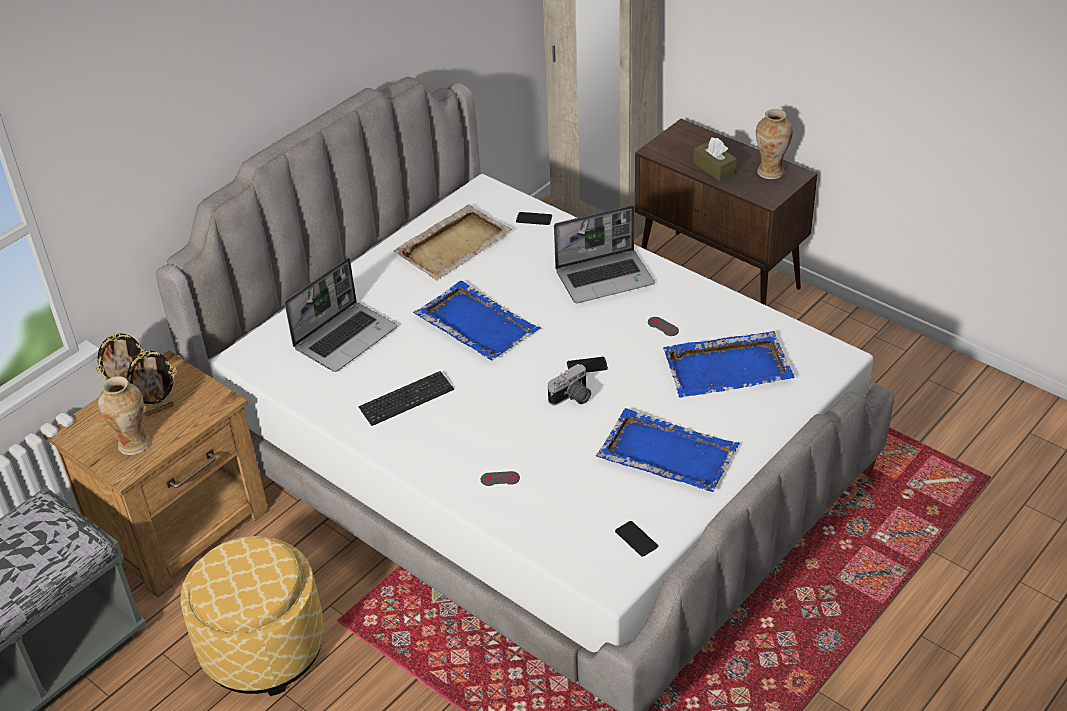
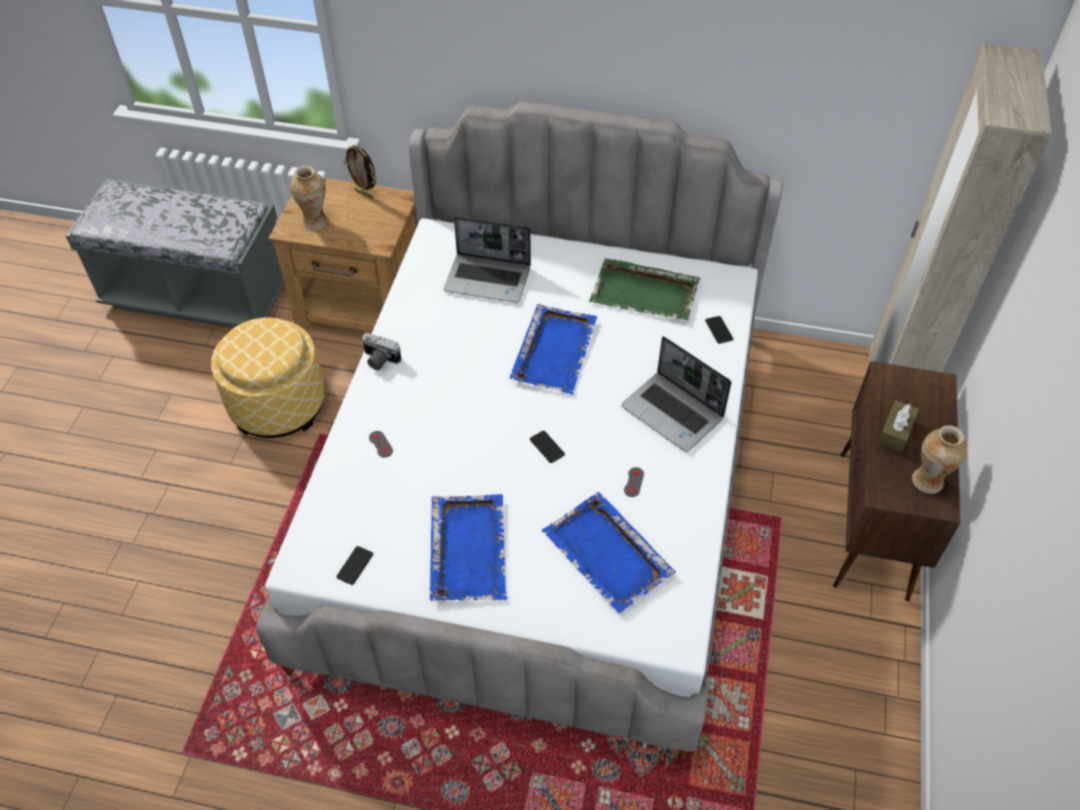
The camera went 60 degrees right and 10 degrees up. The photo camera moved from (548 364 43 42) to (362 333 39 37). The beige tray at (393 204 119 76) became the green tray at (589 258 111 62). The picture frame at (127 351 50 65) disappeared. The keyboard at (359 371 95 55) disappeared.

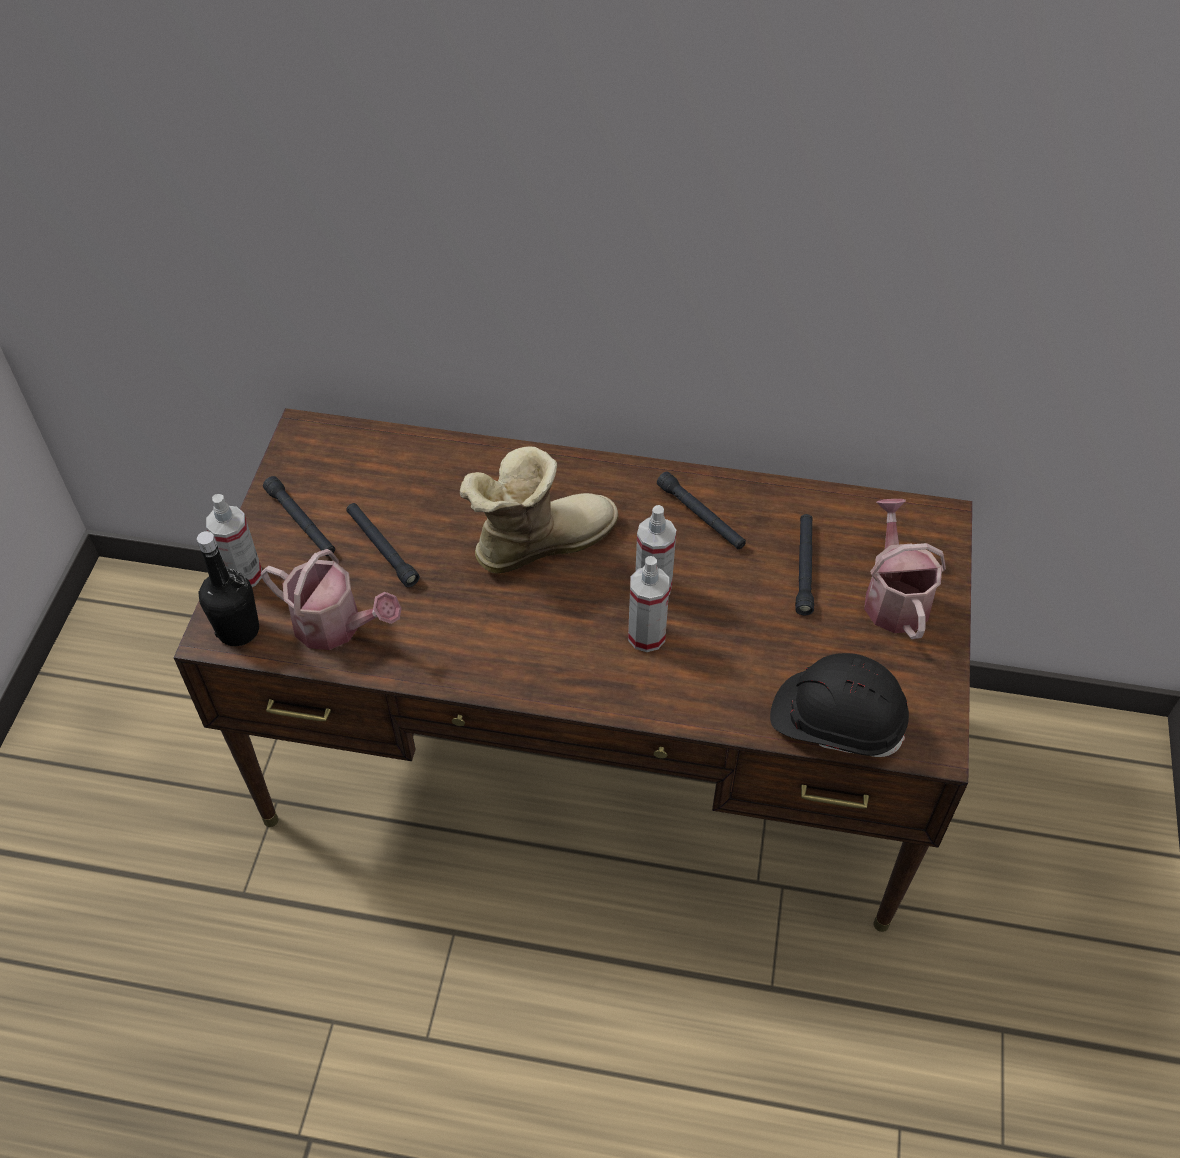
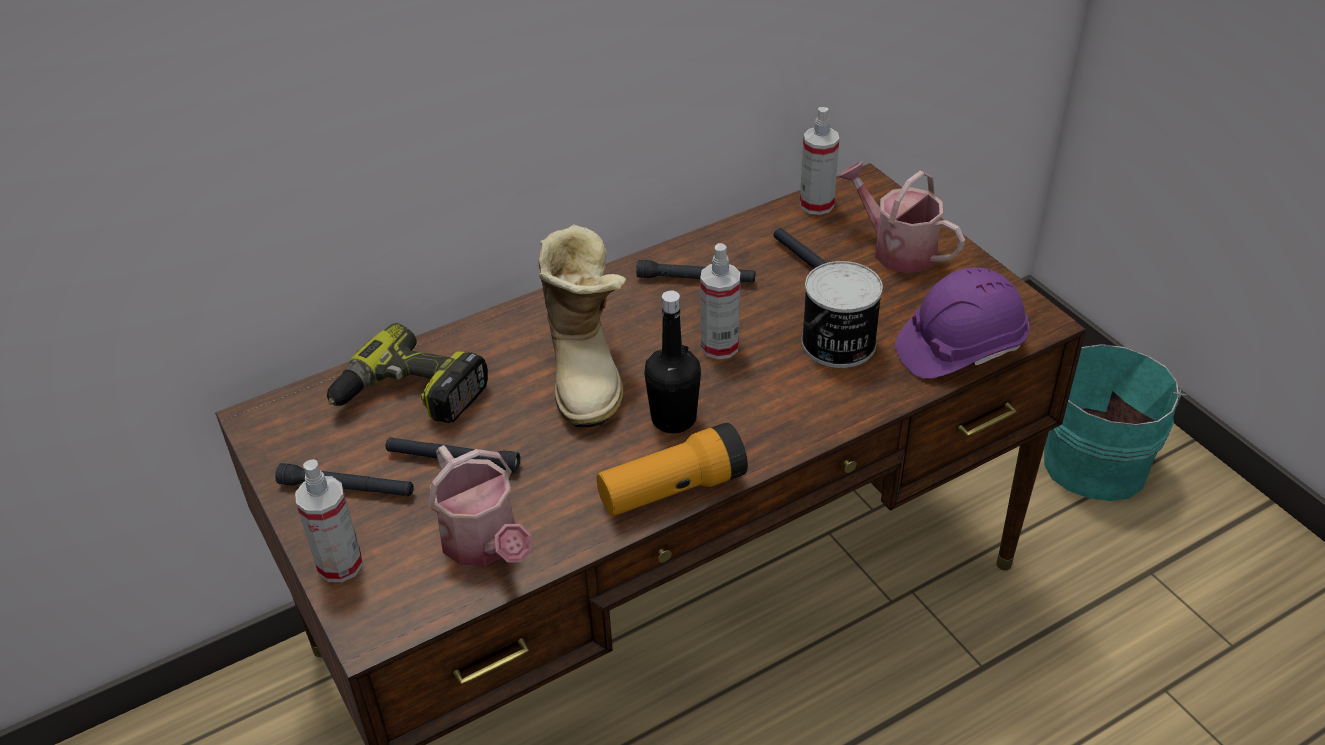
The camera went 40 degrees left and 10 degrees down. The power drill at (327 323 161 100) appeared. The watering can at (260 549 142 101) turned 75 degrees clockwise. The boot at (460 446 158 128) turned 150 degrees clockwise. The flashlight at (597 422 151 94) appeared. The black bottle moved from (197 531 62 115) to (644 290 57 143). The spray bottle moved from (628 556 41 96) to (800 107 39 108). The can at (801 261 82 107) appeared. The black hard hat at (770 653 139 104) became the purple hard hat at (895 267 135 112). The turquoise bucket at (1044 344 144 157) appeared.

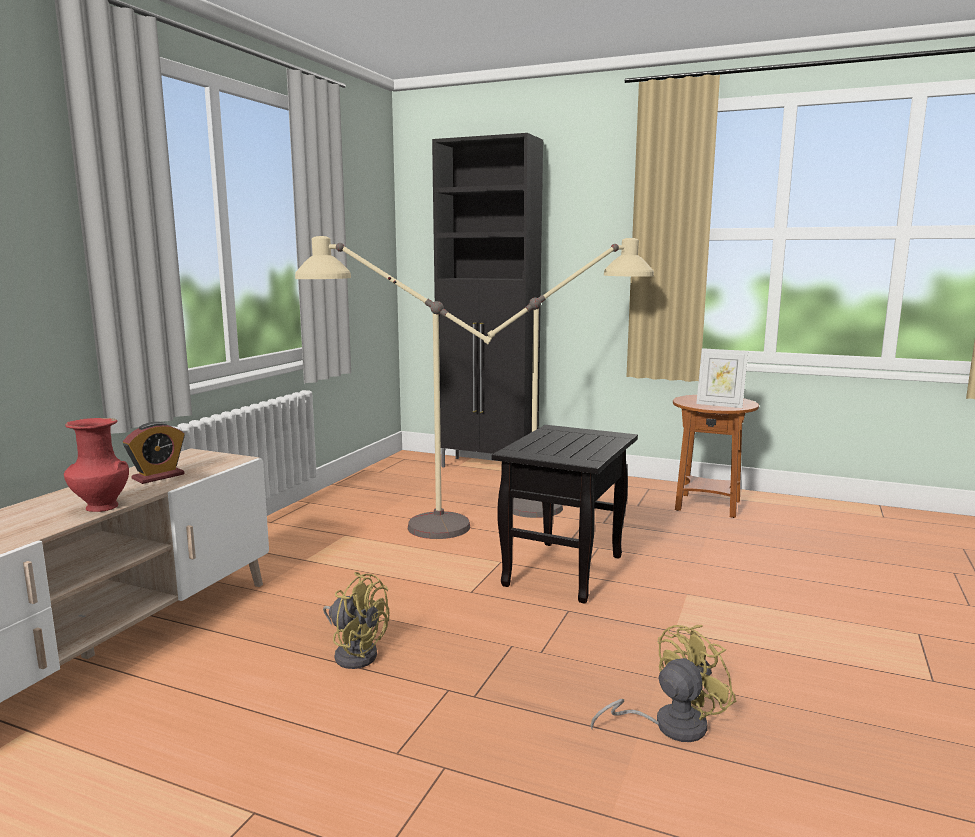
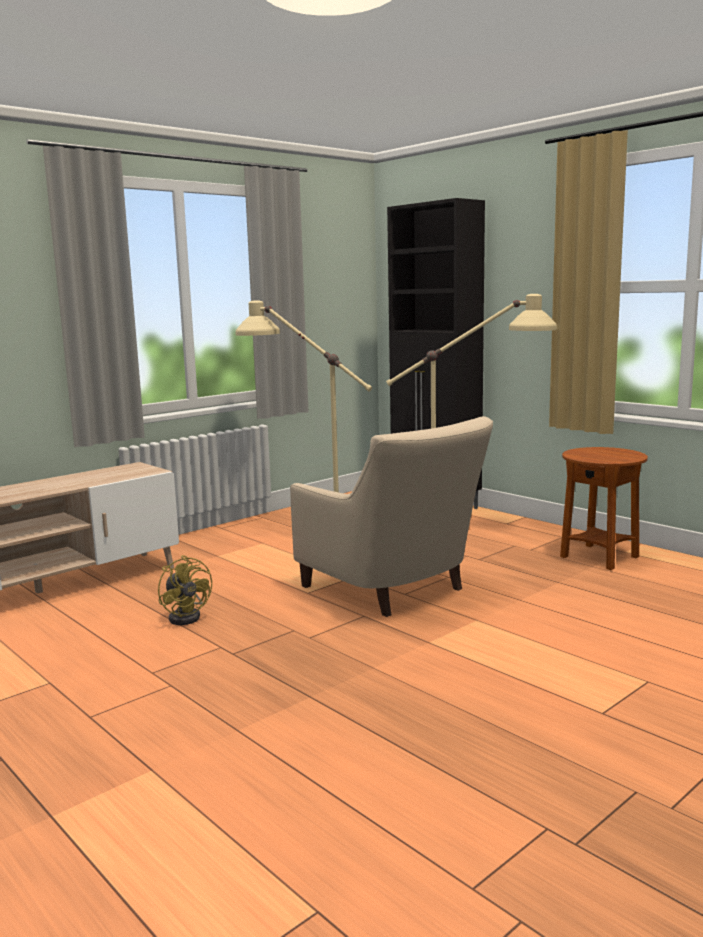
The camera went 25 degrees right and 0 degrees up. The black side table at (492 425 146 179) was replaced by the beige armchair at (290 416 203 201). The red vase at (64 418 65 94) disappeared. The alarm clock at (123 422 62 62) disappeared. The yellow fan at (590 625 146 117) disappeared. The picture frame at (696 348 52 60) disappeared.

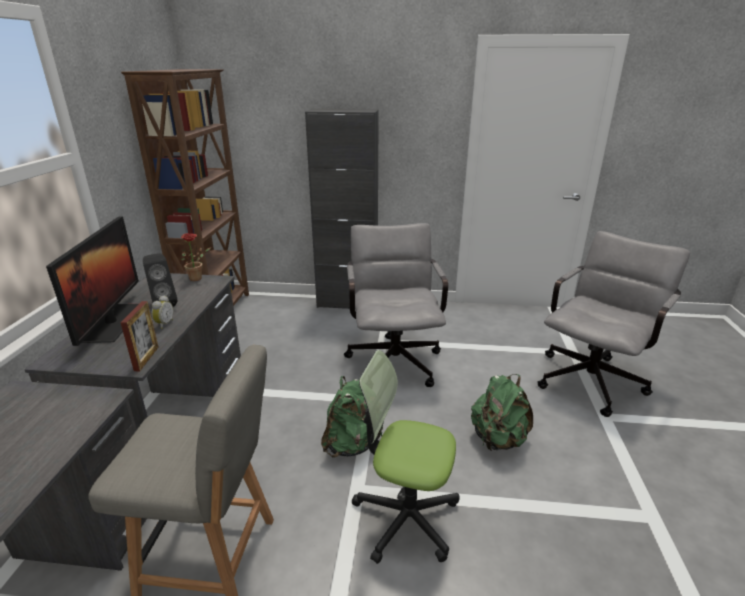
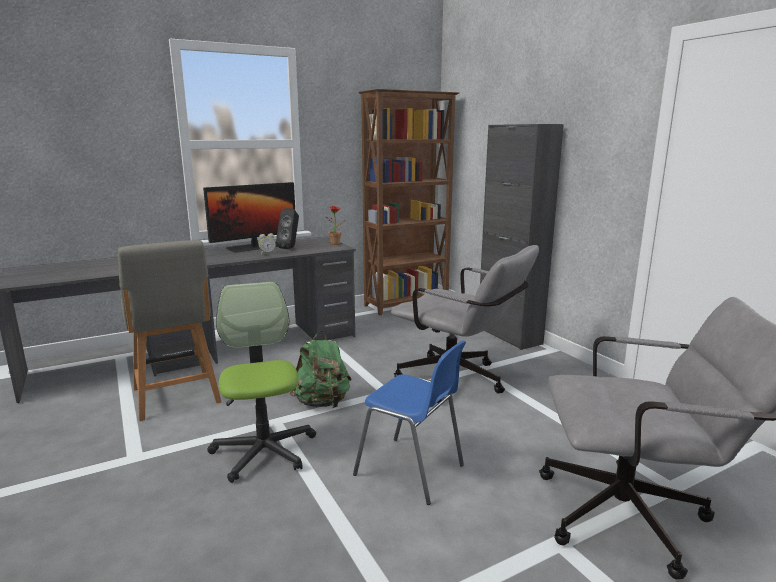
The camera went 55 degrees right and 10 degrees down. The green backpack at (471 374 62 77) was replaced by the blue chair at (353 340 113 165). The grey office chair at (344 223 104 164) turned 75 degrees clockwise. The picture frame at (120 301 39 70) disappeared.

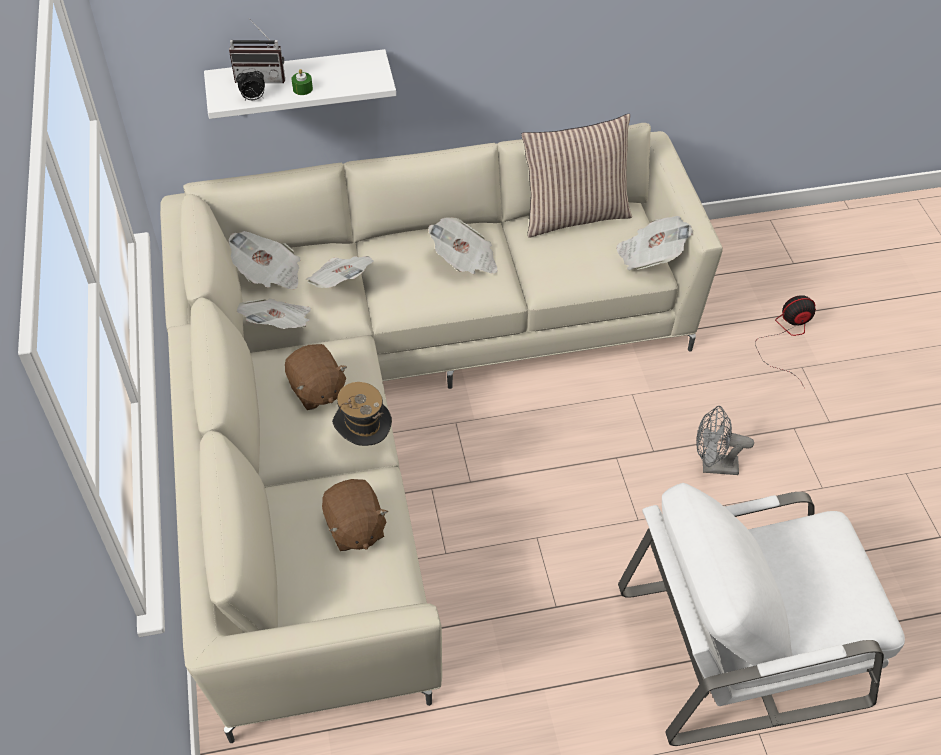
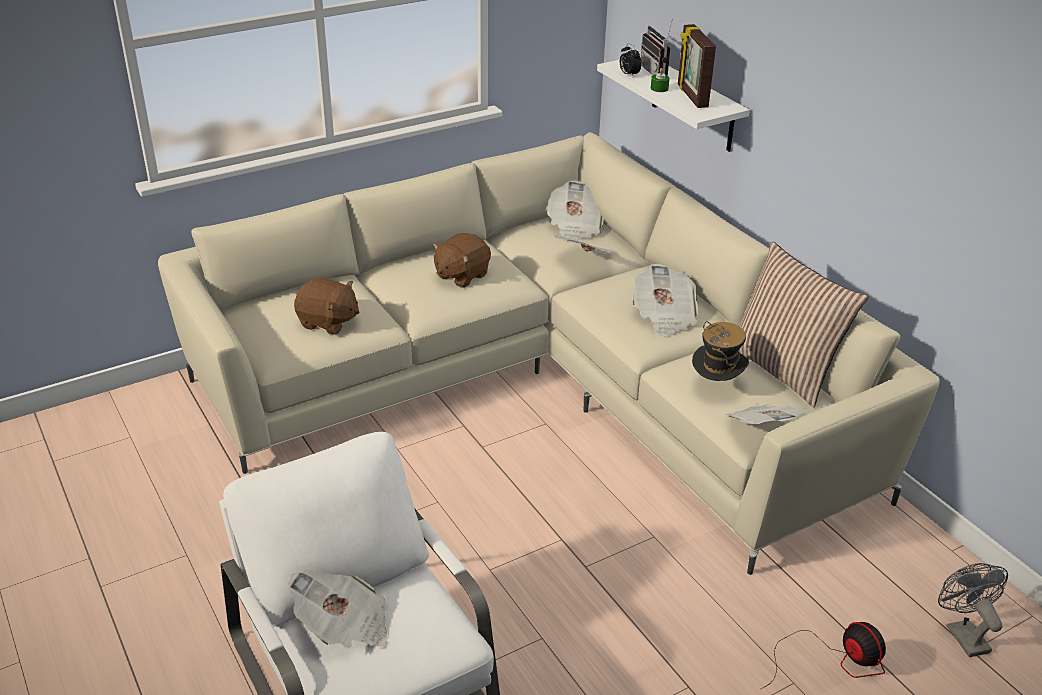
The camera went 70 degrees right and 15 degrees down. The newspaper moved from (236 298 75 31) to (289 570 99 78). The brown plush toy at (322 479 66 72) turned 120 degrees counterclockwise. The picture frame at (678 24 38 84) appeared. The hat moved from (332 382 60 64) to (692 321 57 60). The grey fan moved from (696 406 58 69) to (938 563 70 94).

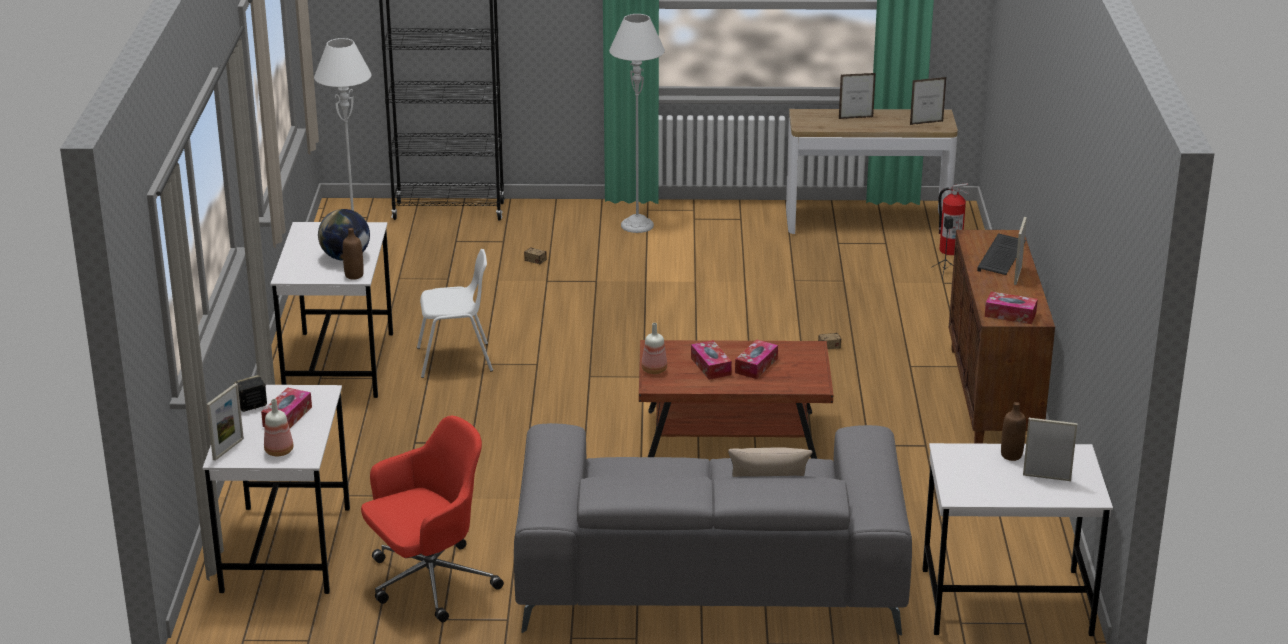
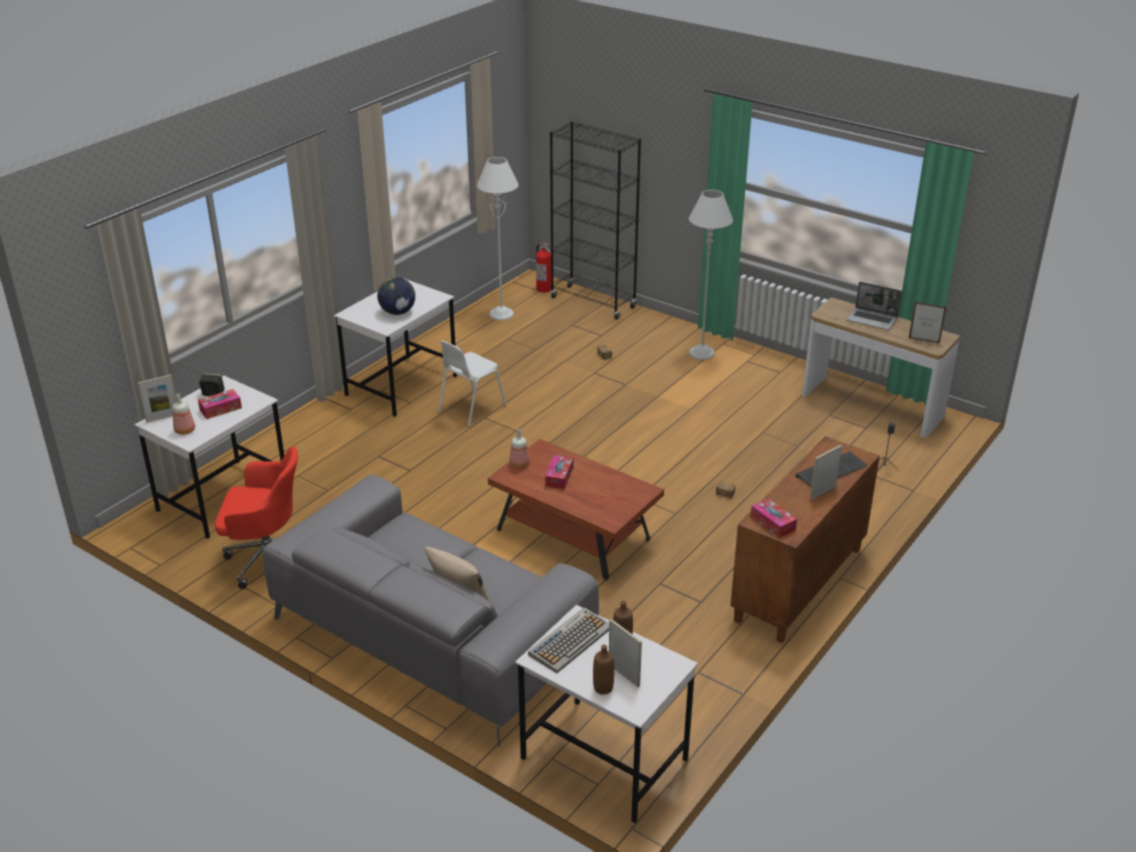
The camera went 35 degrees right and 5 degrees up. The white chair at (417 249 76 129) turned 105 degrees clockwise. The keyboard at (528 607 81 66) appeared. The fire extinguisher moved from (939 183 30 72) to (536 243 15 50). The brown bottle moved from (343 228 21 52) to (593 645 21 50). The picture frame at (839 73 37 46) was replaced by the laptop at (847 282 55 48). The tissue box at (735 339 43 40) disappeared.

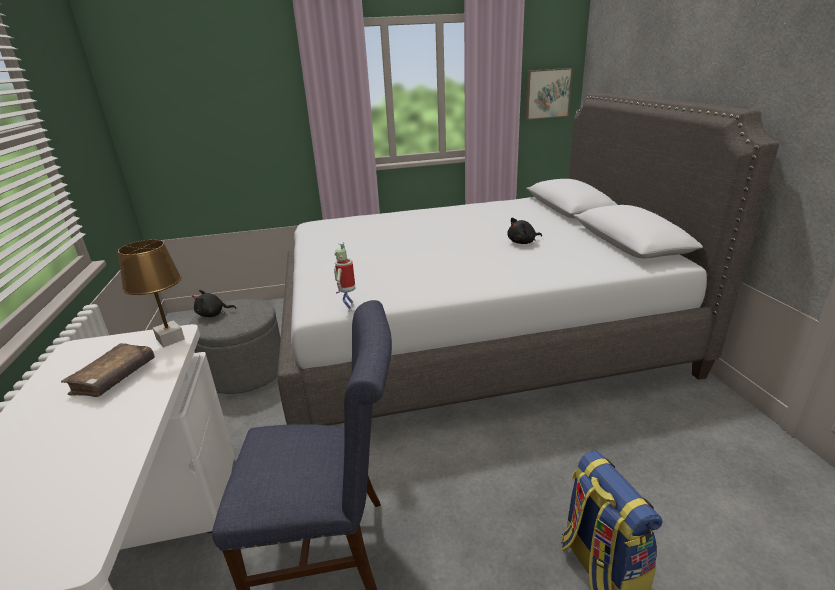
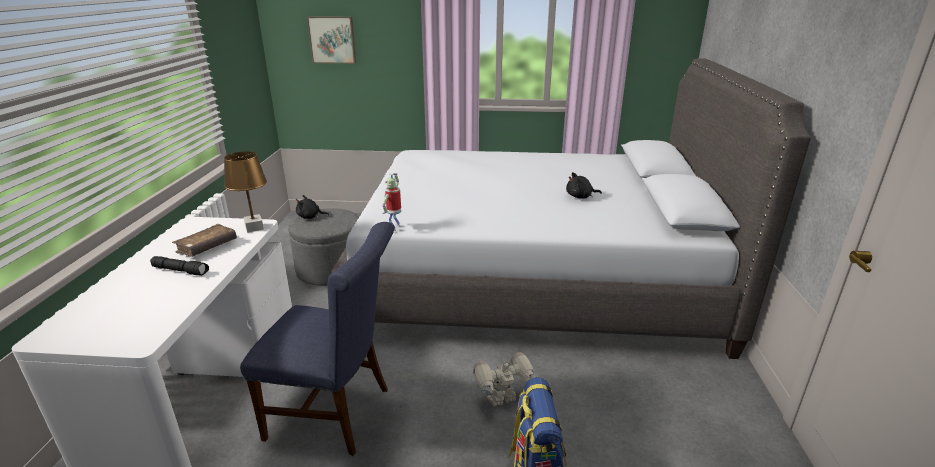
The camera went 15 degrees right and 0 degrees up. The black flashlight at (150 256 59 20) appeared. The picture moved from (525 68 48 52) to (307 16 49 48). The toy robot at (473 352 64 55) appeared.

